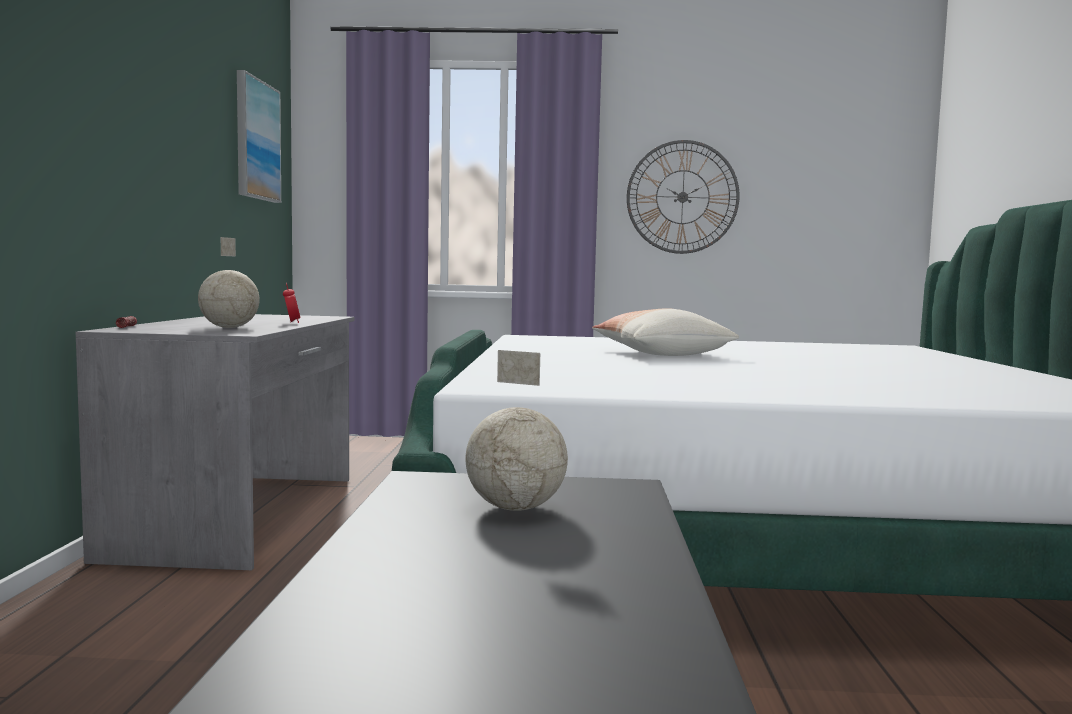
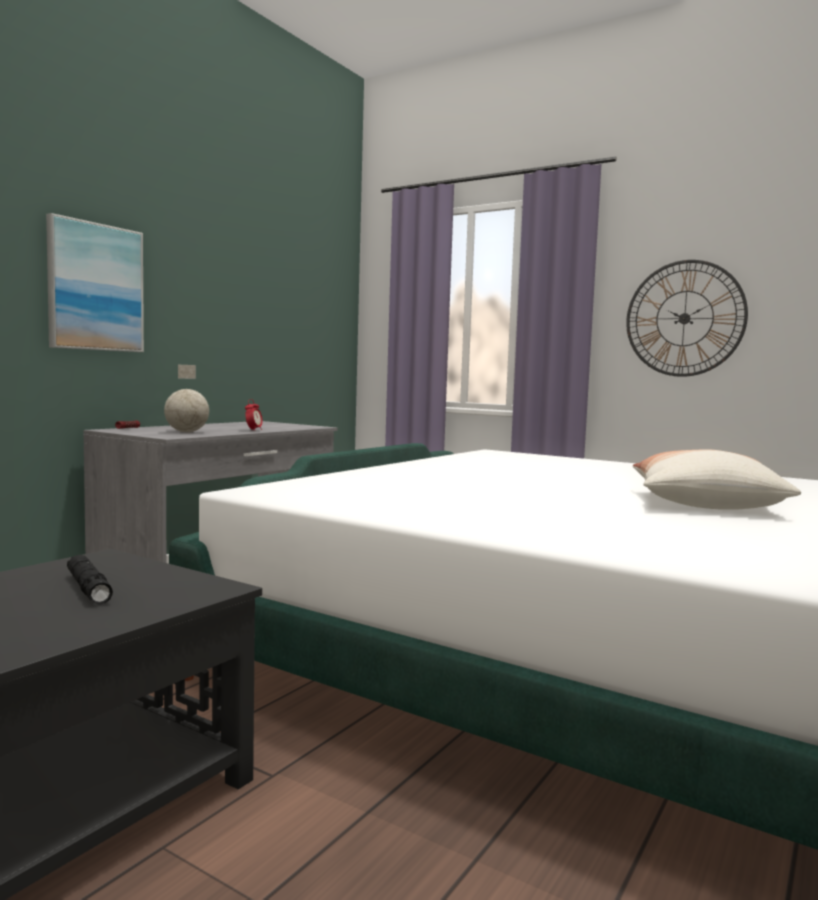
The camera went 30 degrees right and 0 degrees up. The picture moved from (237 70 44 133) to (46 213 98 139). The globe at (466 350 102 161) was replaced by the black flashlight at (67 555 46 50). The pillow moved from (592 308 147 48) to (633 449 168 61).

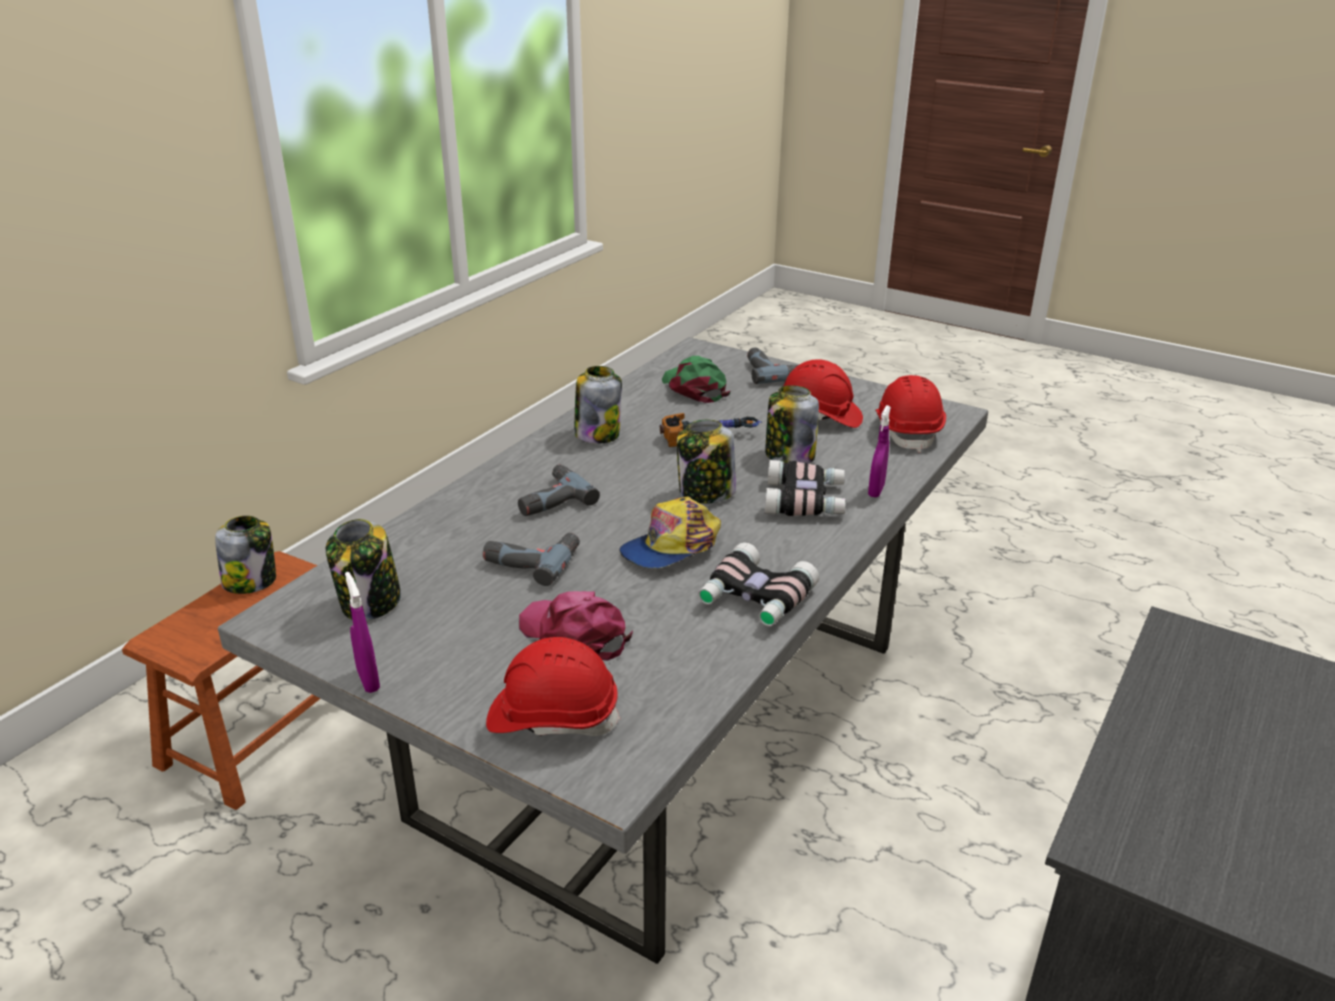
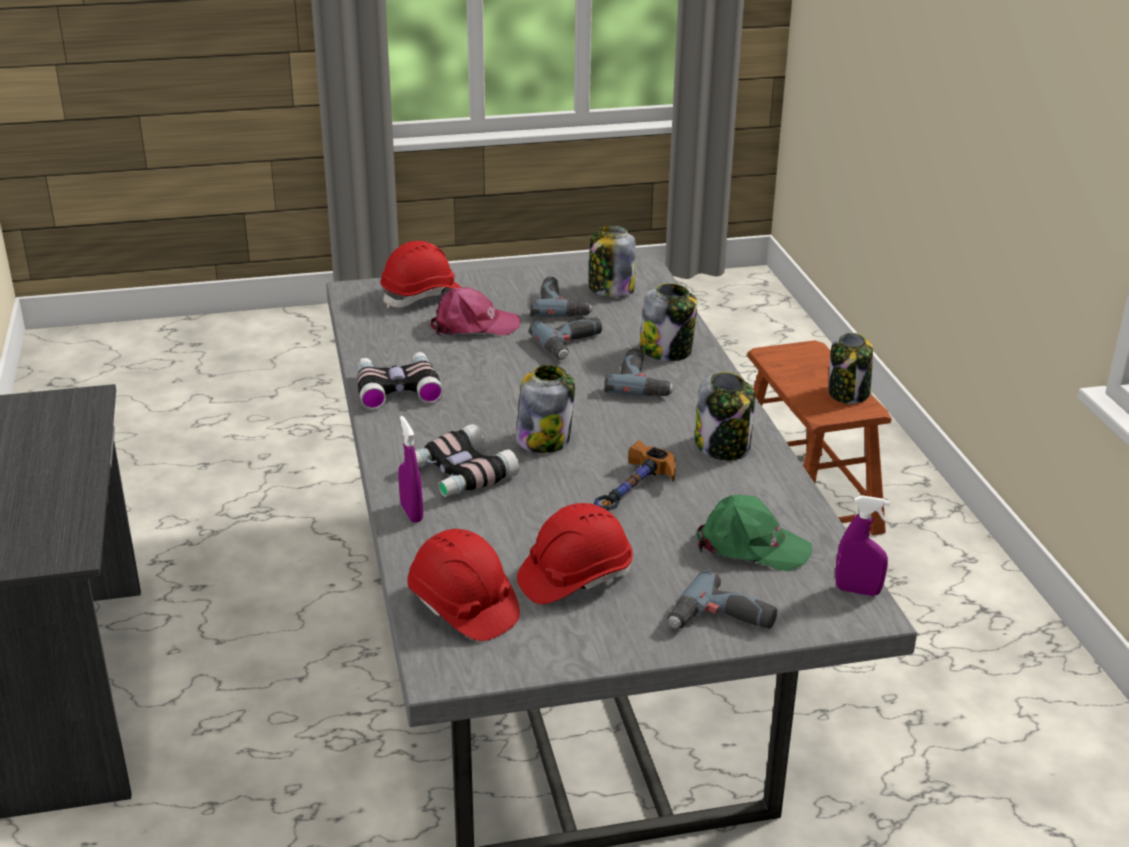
The camera went 135 degrees right and 0 degrees up. The power drill at (530 277 63 40) appeared. The jar moved from (765 385 54 78) to (640 283 57 78). The purple spray bottle moved from (345 572 35 121) to (835 495 56 101). The cap at (619 496 102 72) disappeared.

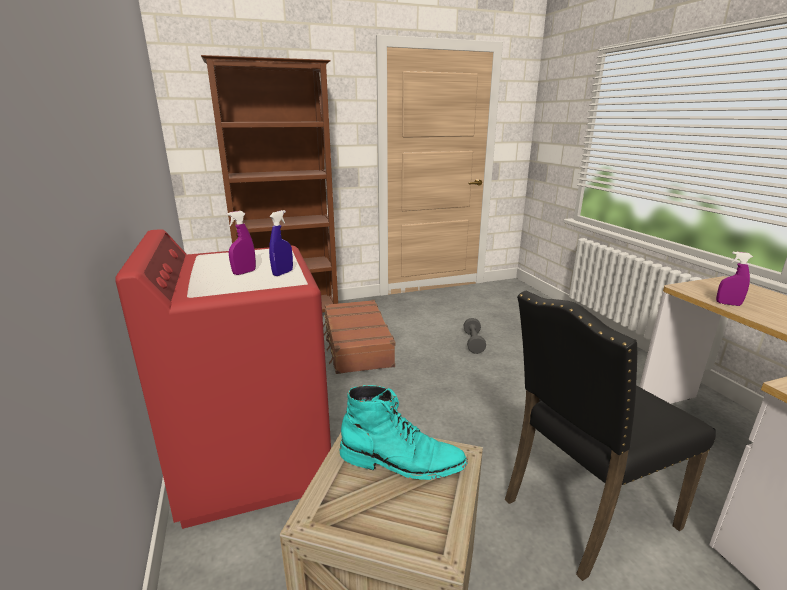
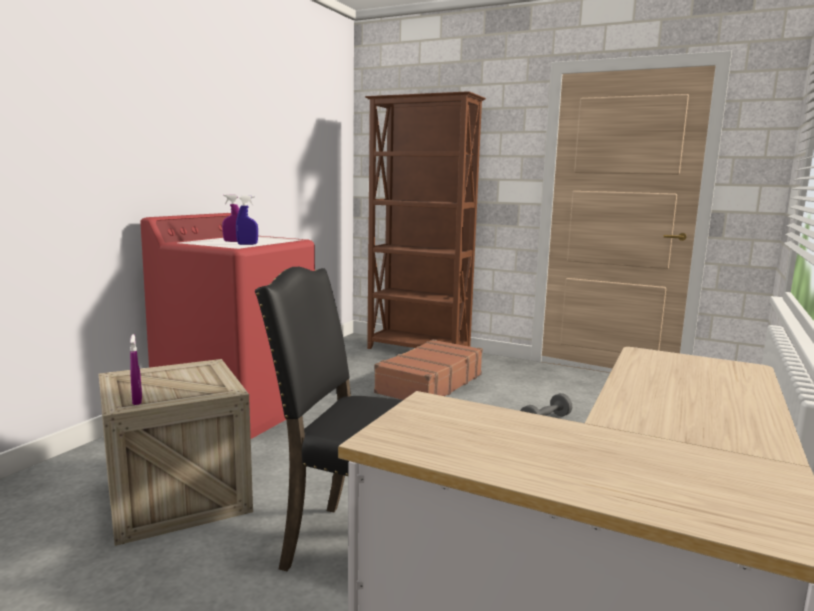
The camera went 45 degrees right and 10 degrees down. The purple spray bottle moved from (716 252 37 54) to (130 334 12 71). The turquoise boot at (339 385 129 95) disappeared.

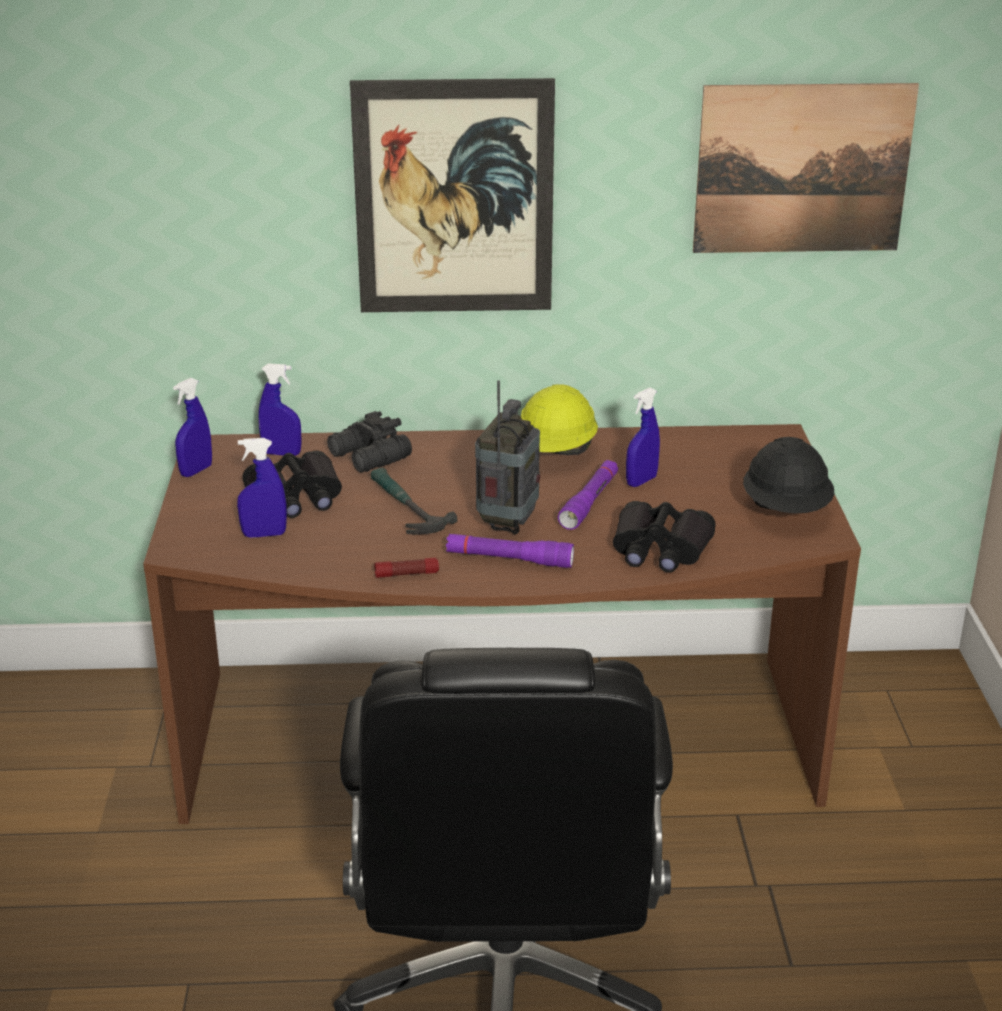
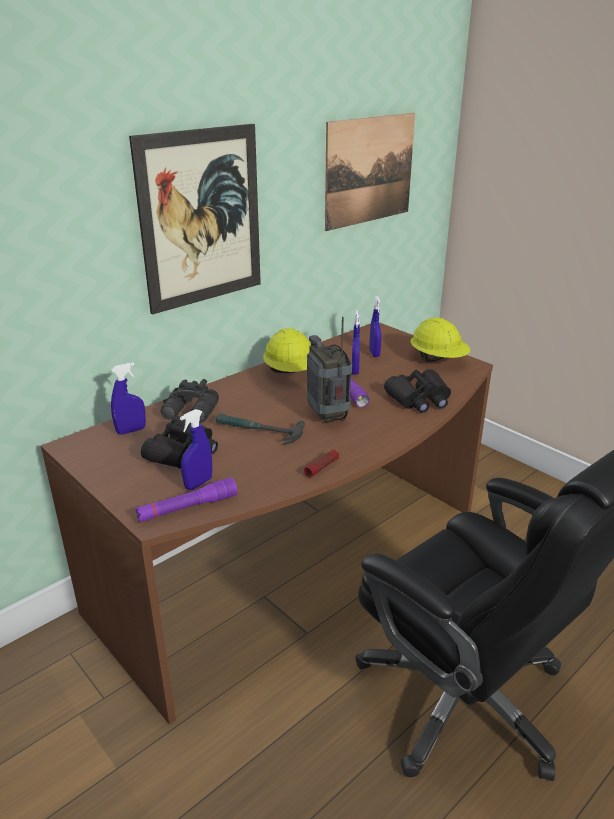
The camera went 40 degrees left and 0 degrees up. The purple flashlight moved from (446 534 128 34) to (136 477 101 45). The blue spray bottle moved from (173 378 39 99) to (369 296 12 61). The black hard hat at (743 437 91 76) became the yellow hard hat at (411 318 59 44).

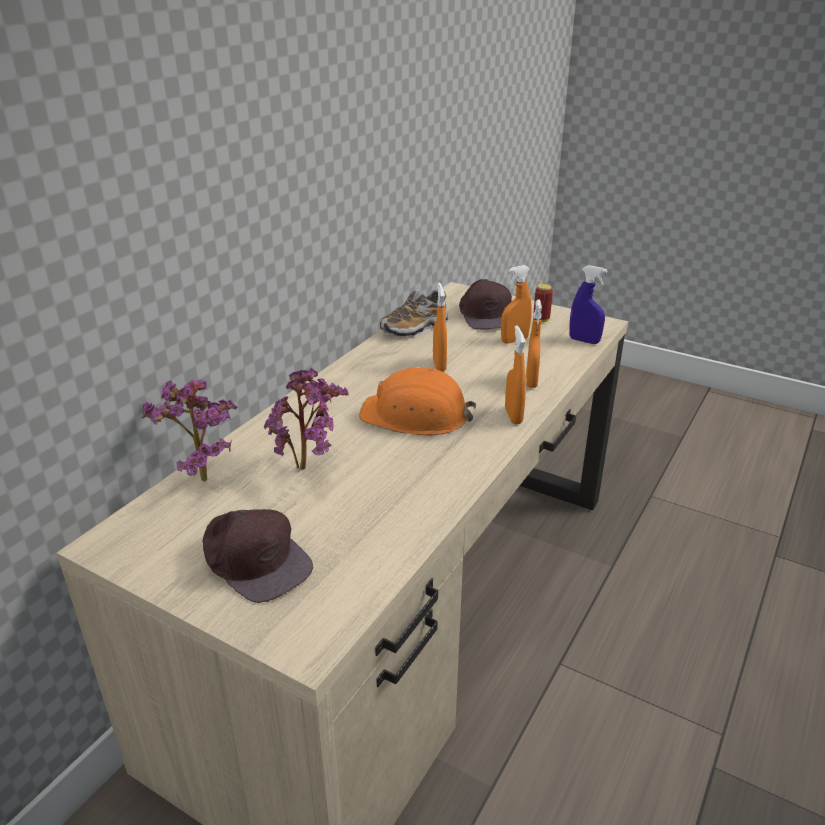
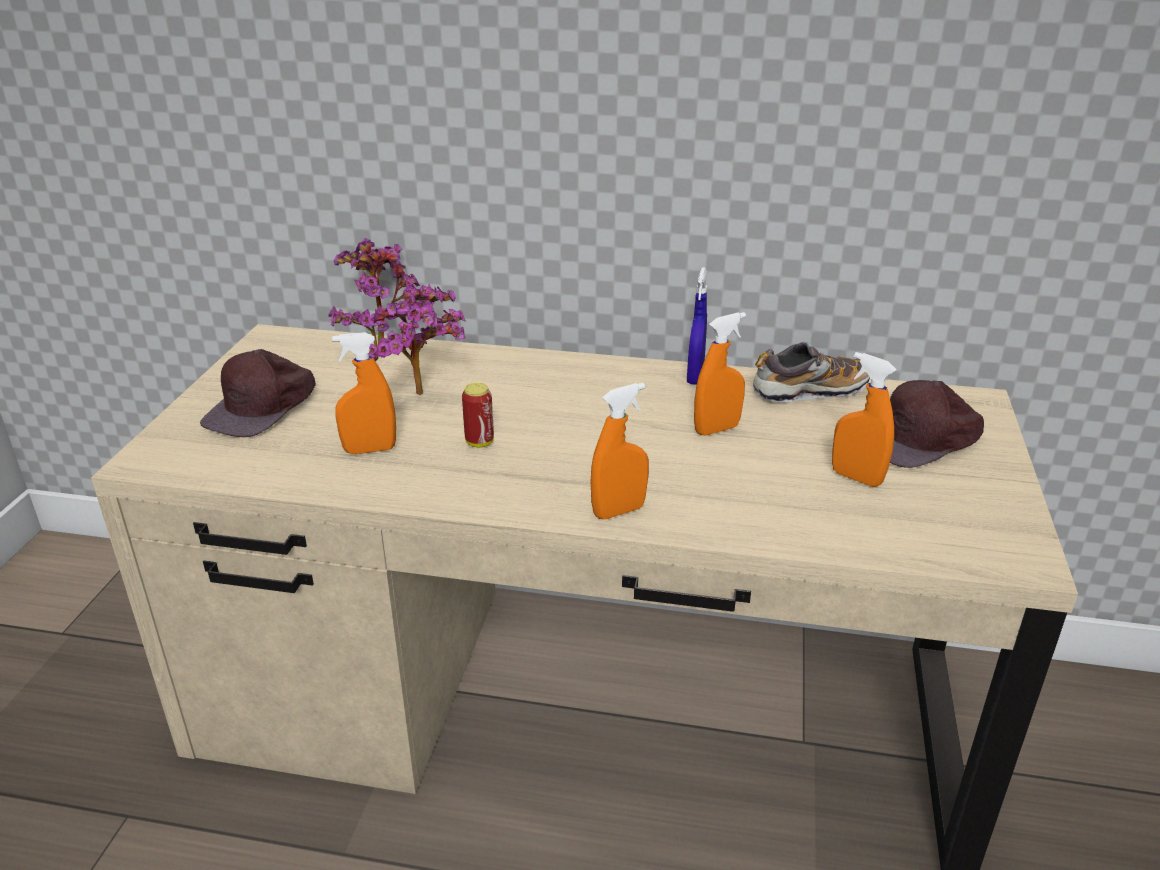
The camera went 70 degrees right and 0 degrees up. The orange spray bottle moved from (526 299 16 89) to (332 332 64 122). The can moved from (533 284 20 38) to (462 383 32 64). The blue spray bottle moved from (569 265 38 79) to (687 267 20 118). The shoe at (380 290 69 47) turned 135 degrees clockwise. The orange hard hat at (359 367 117 68) disappeared.

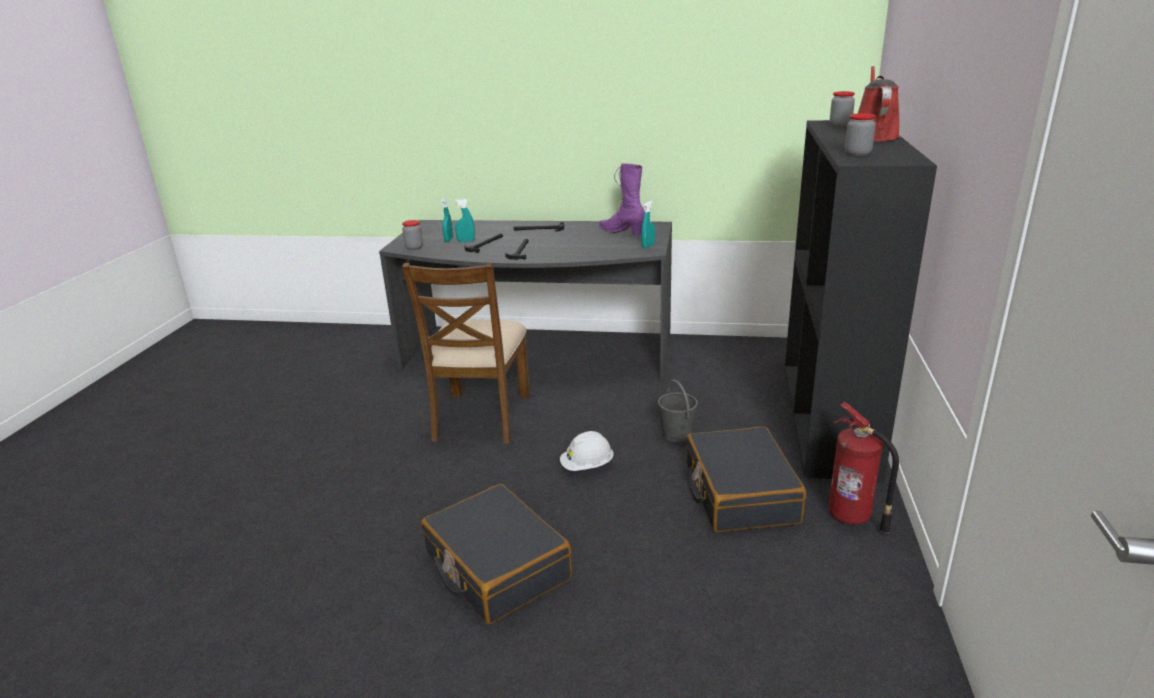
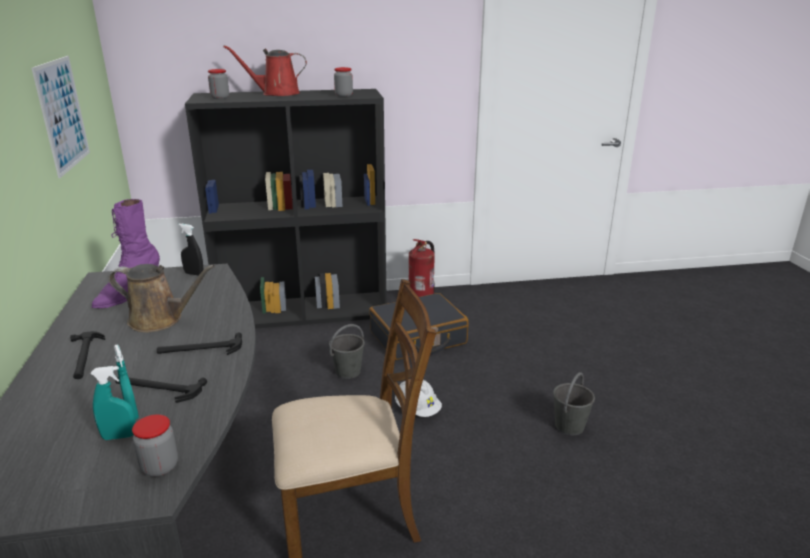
The camera went 110 degrees left and 0 degrees up. The picture at (32 56 58 122) appeared. The brown watering can at (108 264 107 68) appeared. The turquoise spray bottle at (641 201 14 47) became the black spray bottle at (178 224 26 52). The black suitcase at (421 484 151 140) was replaced by the grey bucket at (553 372 42 63).

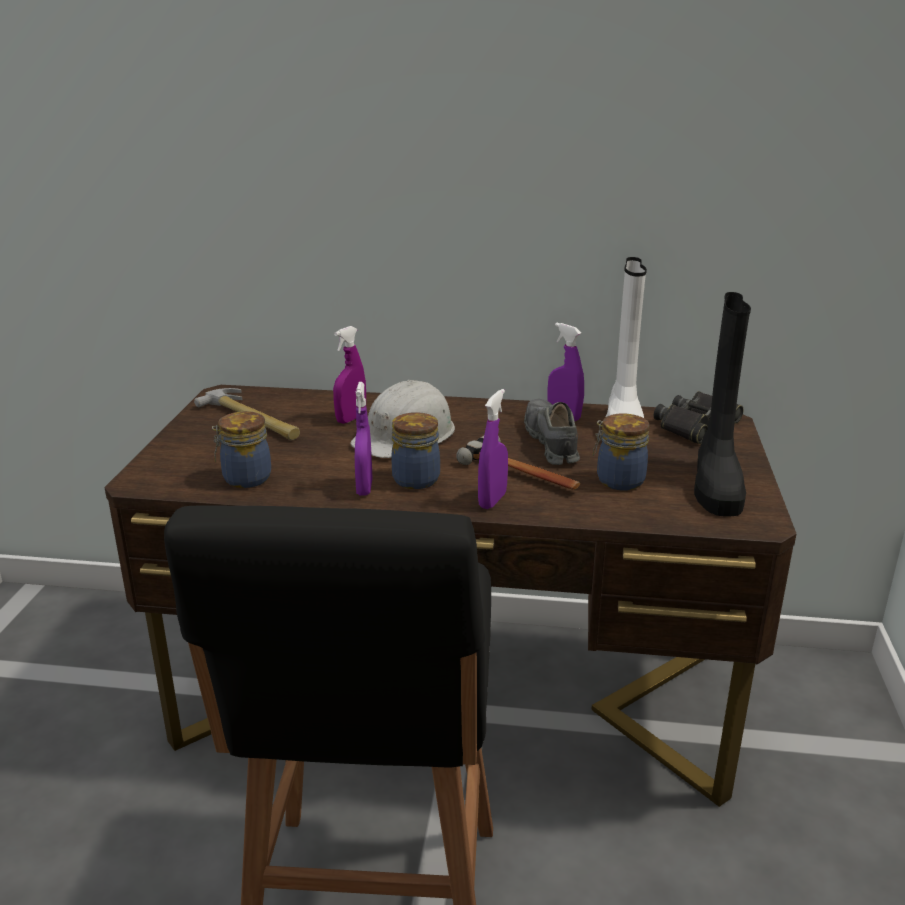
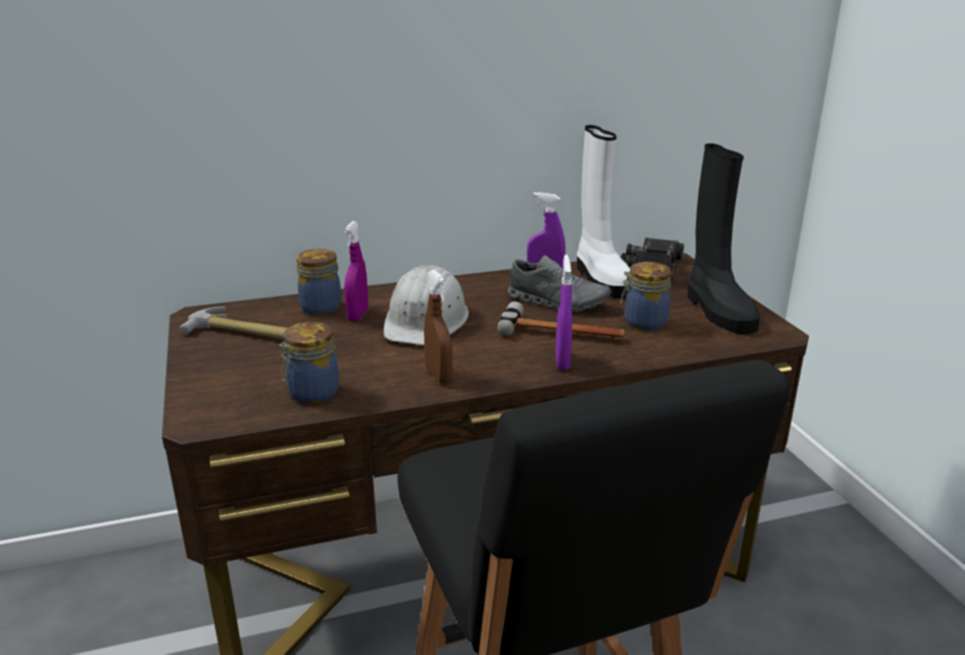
The camera went 25 degrees left and 0 degrees up. The jar moved from (391 412 49 77) to (296 249 46 66). The purple spray bottle at (355 382 17 114) became the brown spray bottle at (424 270 29 114). The grey shoe at (524 399 56 66) turned 150 degrees clockwise.

